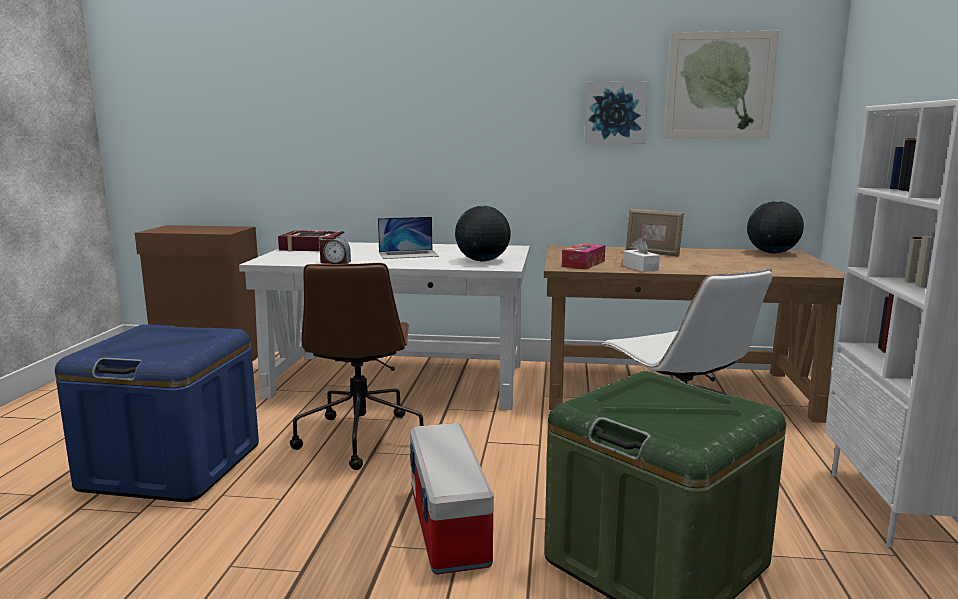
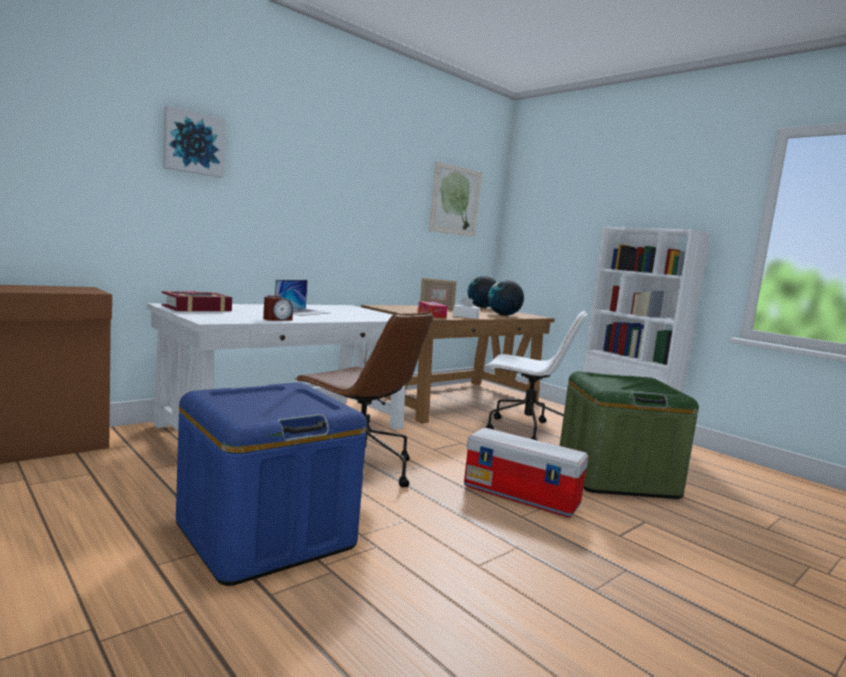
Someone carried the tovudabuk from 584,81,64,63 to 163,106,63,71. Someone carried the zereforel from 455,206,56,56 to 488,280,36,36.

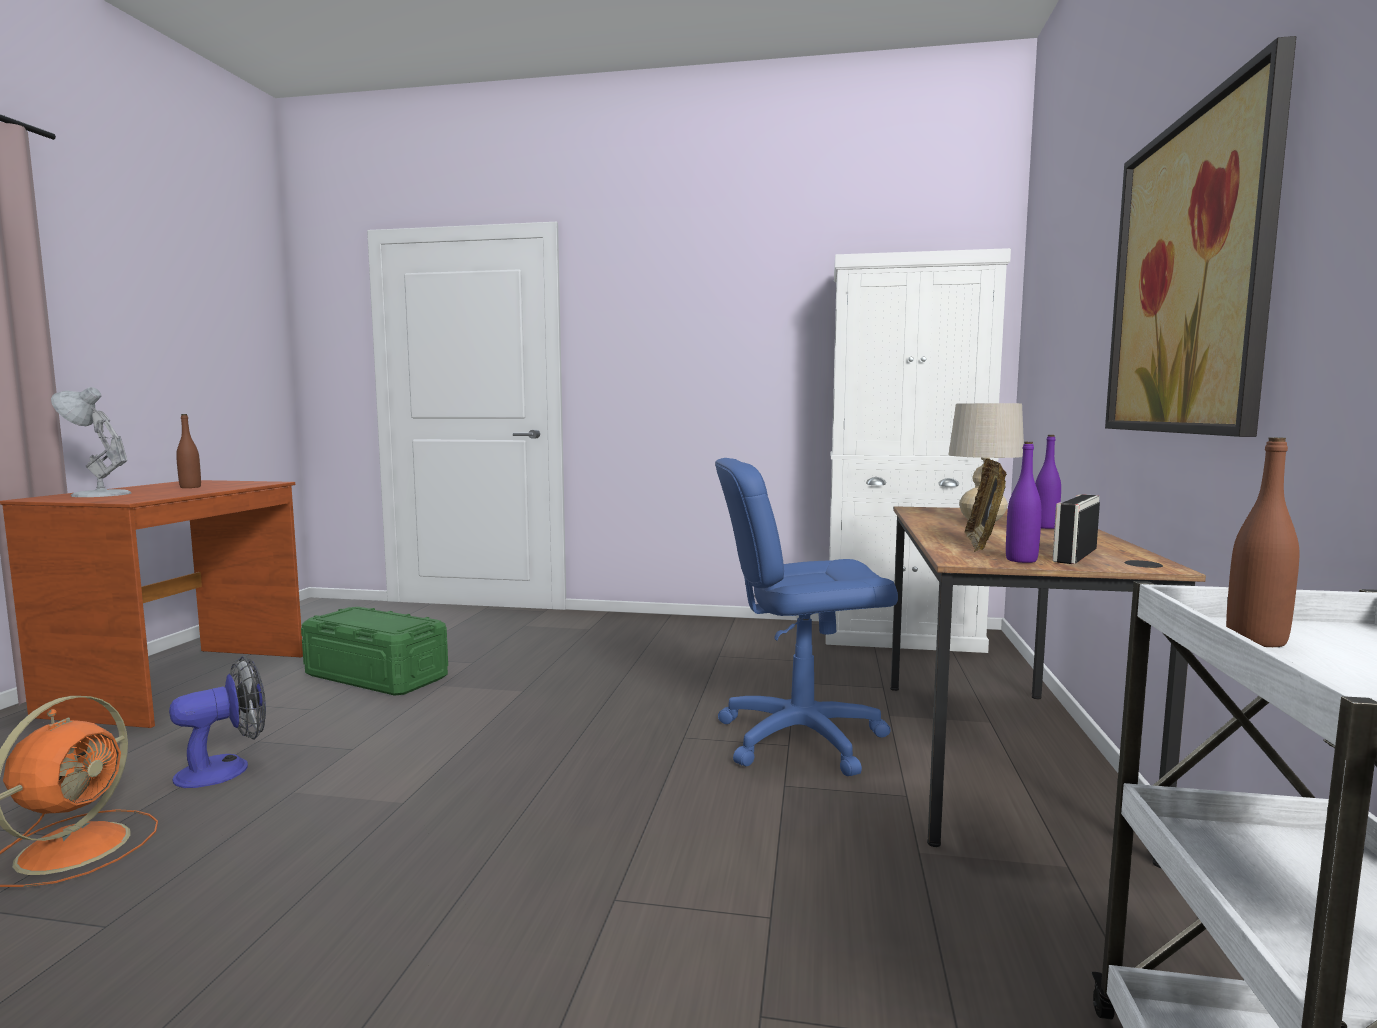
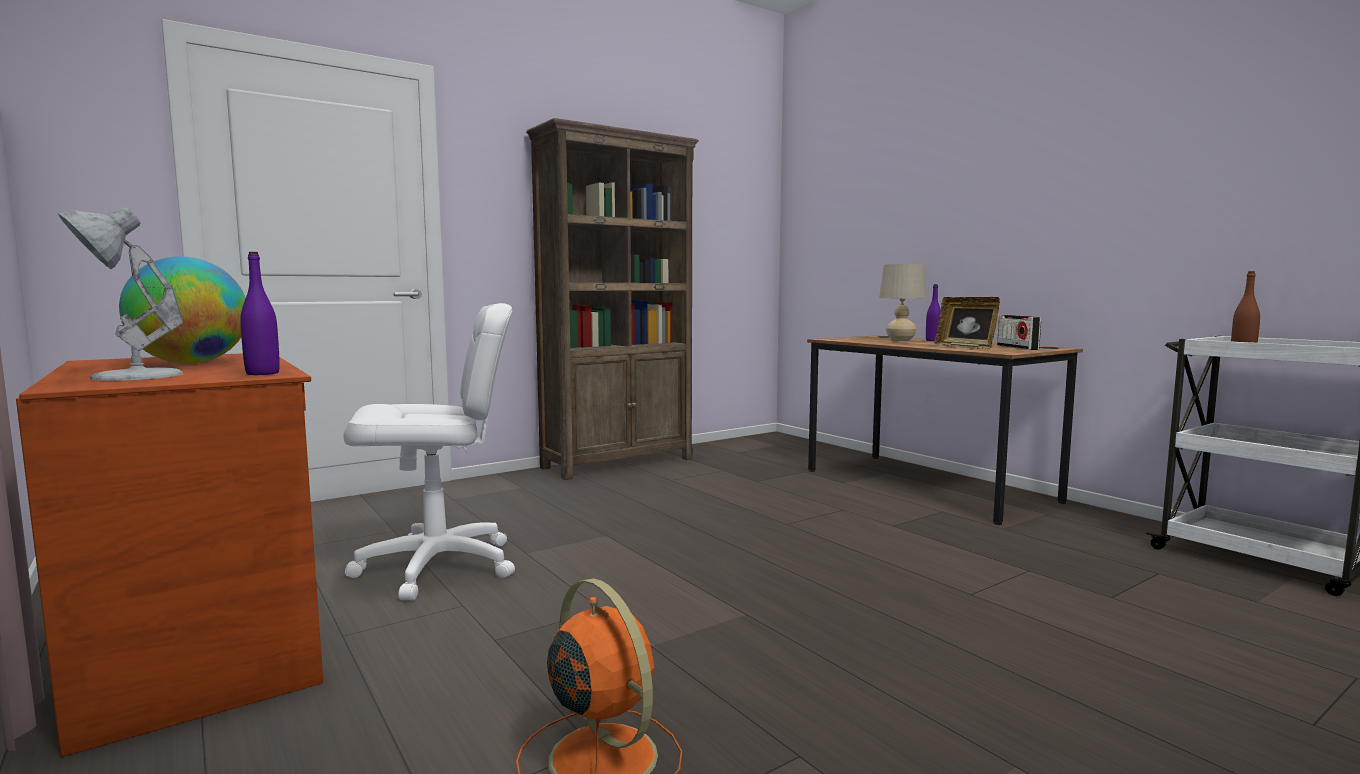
Someone swapped the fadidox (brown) at 176,414,25,74 for the zereforel at 119,256,127,108. Someone carried the fadidox (purple) from 1006,442,36,121 to 240,252,40,123. Someone swapped the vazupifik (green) at 301,607,147,89 for the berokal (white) at 344,303,171,297. Someone put down the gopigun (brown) at 526,118,173,362. Someone took away the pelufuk at 169,656,97,132. Someone took away the berokal (blue) at 715,458,183,318. Someone took away the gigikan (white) at 826,248,185,405. Someone took away the tovudabuk at 1105,36,191,401.

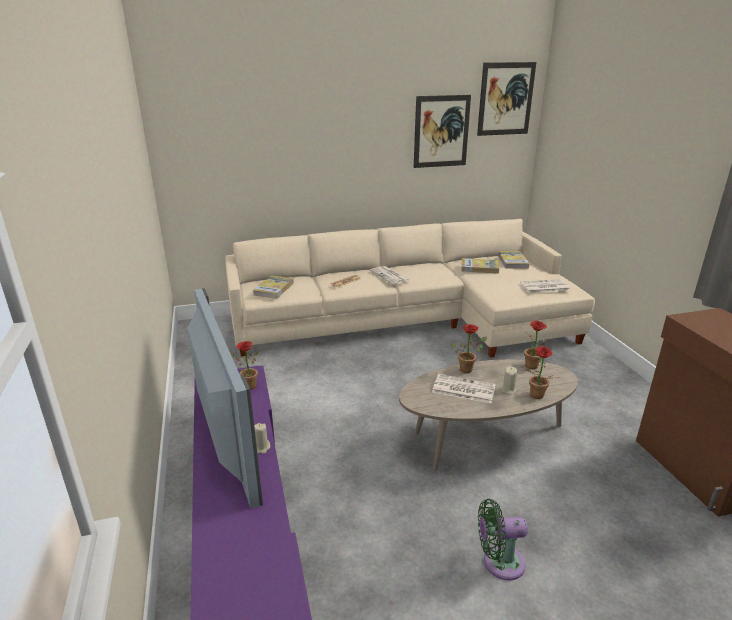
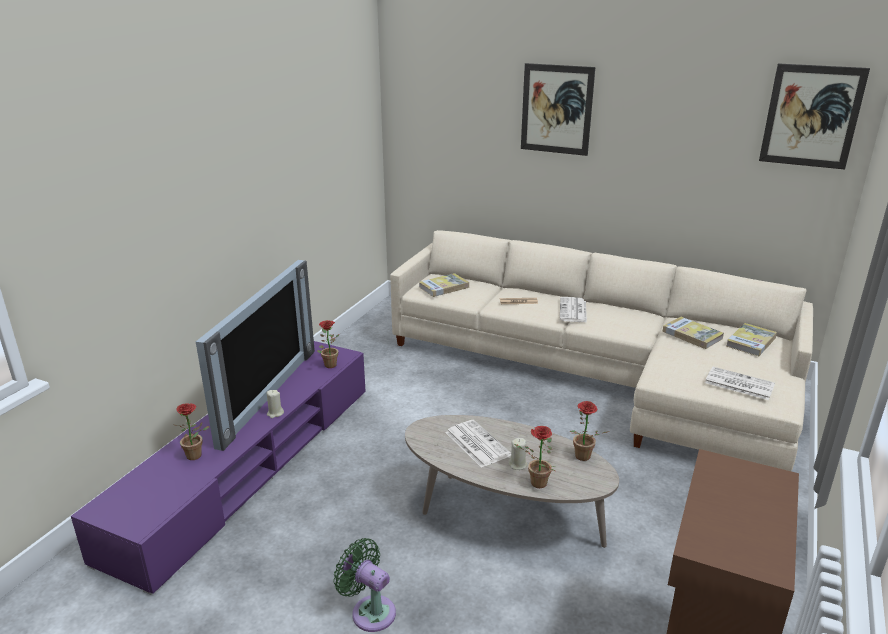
Someone carried the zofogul from 450,324,37,49 to 176,403,33,57. Someone carried the tovudabuk from 414,95,57,73 to 521,63,74,93.

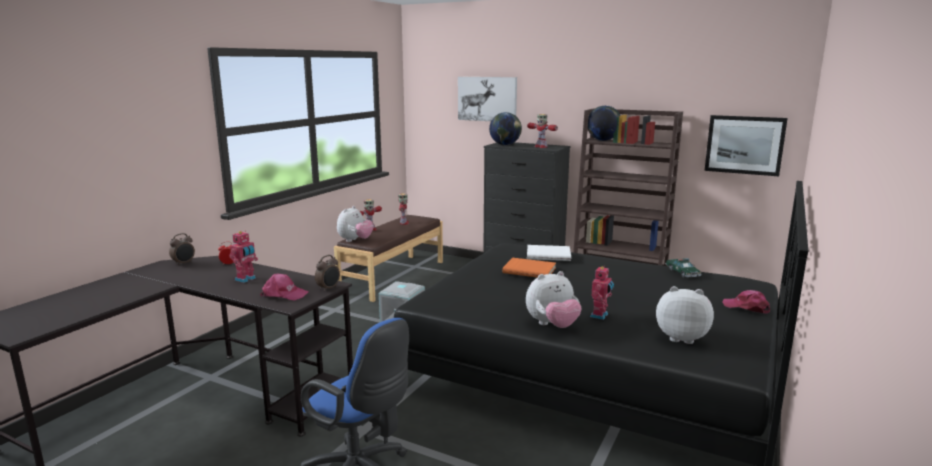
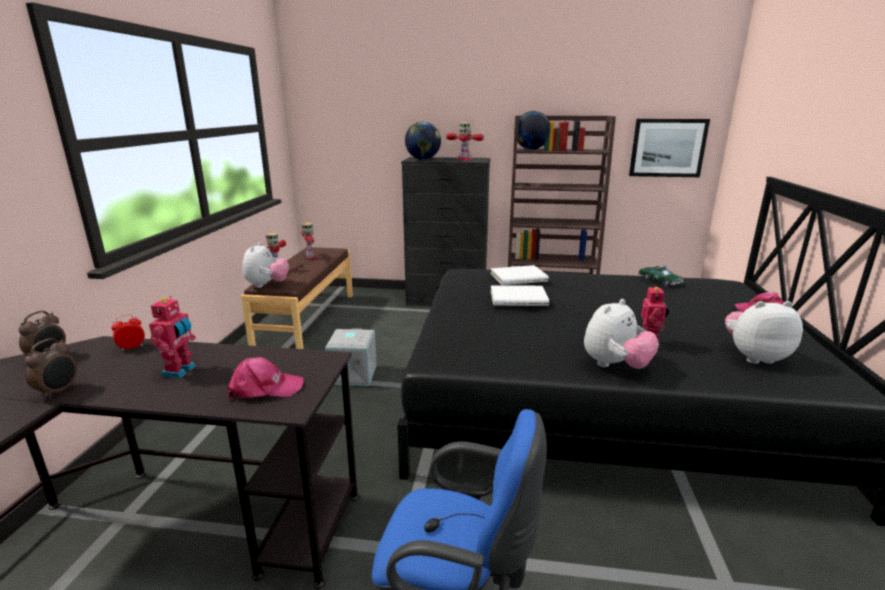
Someone carried the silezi from 315,255,25,37 to 25,338,52,61. Someone repainted the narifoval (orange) at 502,258,54,19, which became the narifoval (white) at 491,285,58,21. Someone took away the tovudabuk at 458,77,59,44.

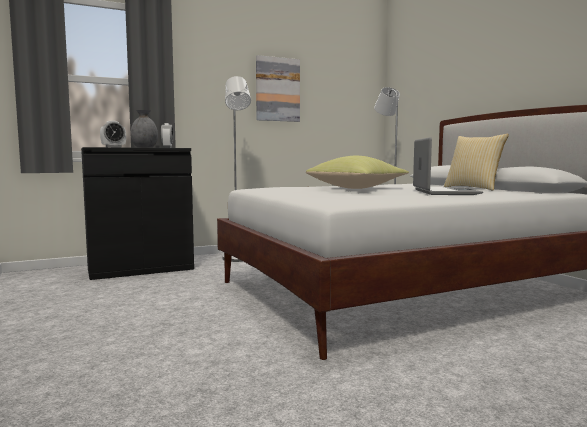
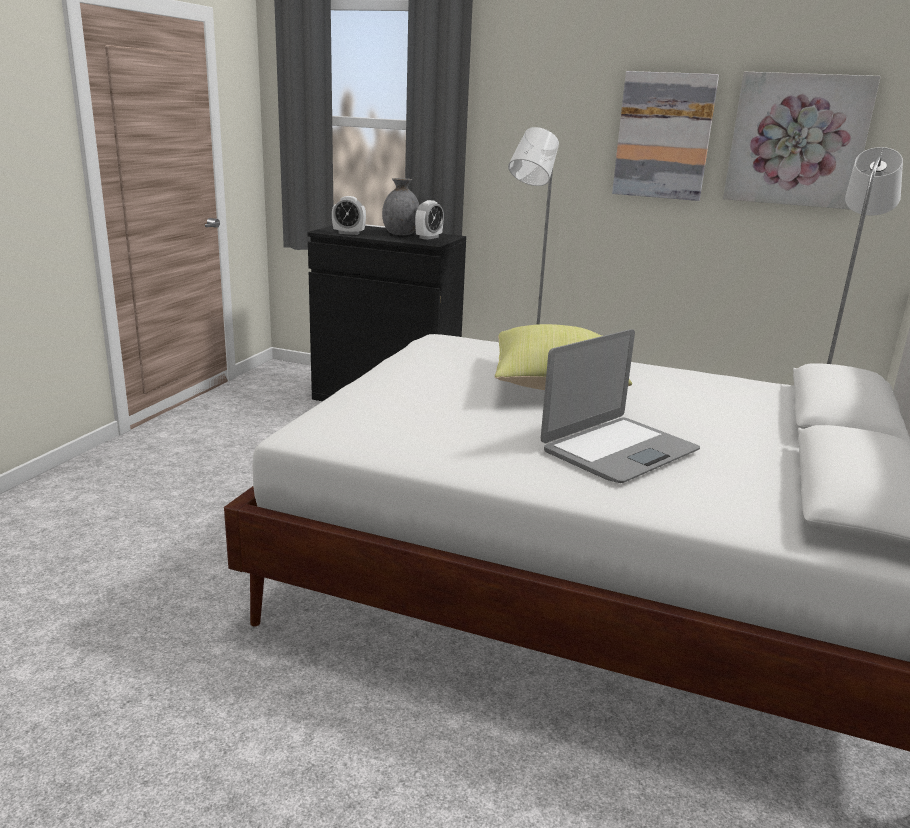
Someone put up the tovudabuk at 723,72,158,138. Someone took away the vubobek at 444,134,65,57.

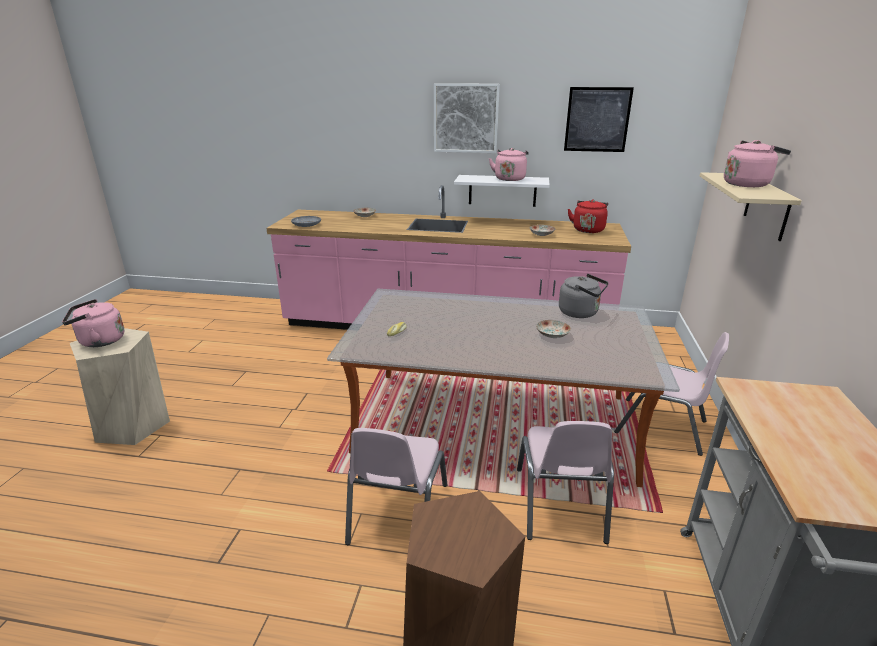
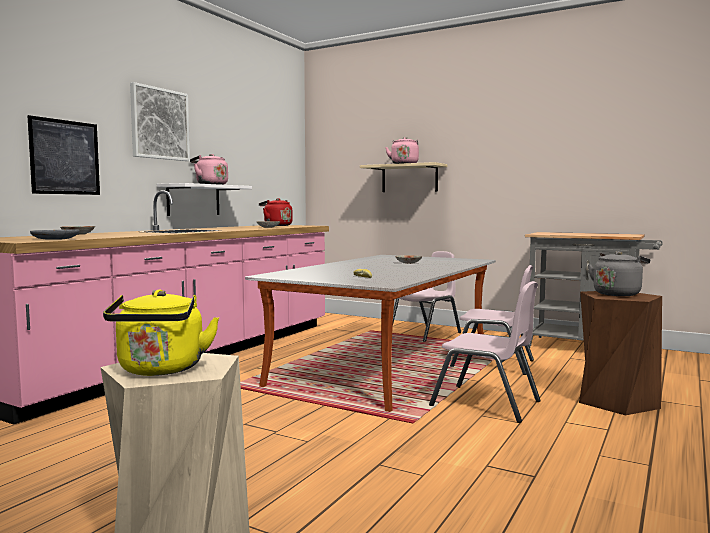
Someone carried the tovudabuk from 564,87,70,65 to 27,115,73,80. Someone repainted the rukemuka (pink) at 62,299,62,48, which became the rukemuka (yellow) at 103,290,117,86. Someone carried the rukemuka (grey) from 559,274,50,44 to 587,251,63,45.

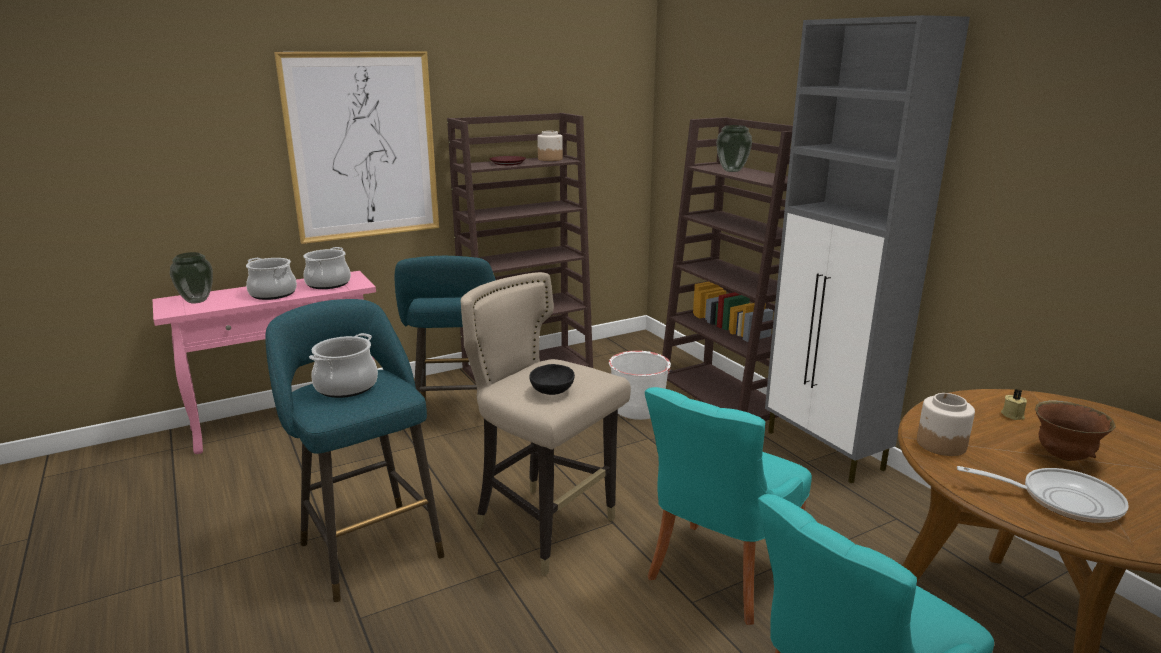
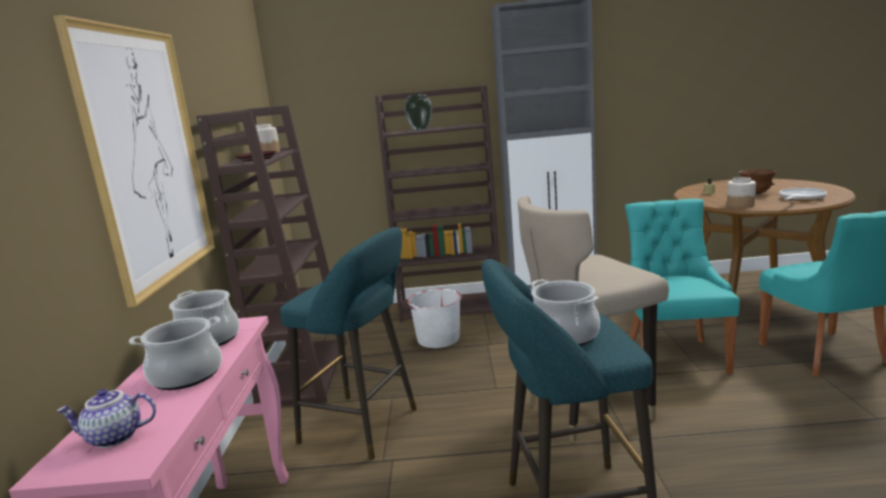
Someone swapped the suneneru at 170,252,43,52 for the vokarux at 57,389,99,59. Someone rotated the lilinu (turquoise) at 645,387,167,238 by 150 degrees counterclockwise. Someone took away the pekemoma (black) at 530,364,45,31.

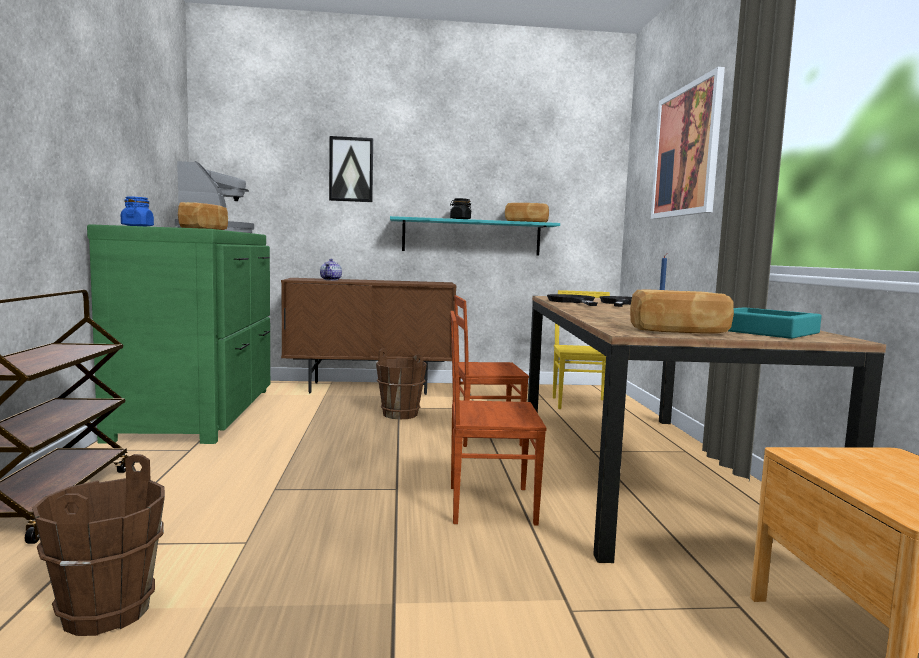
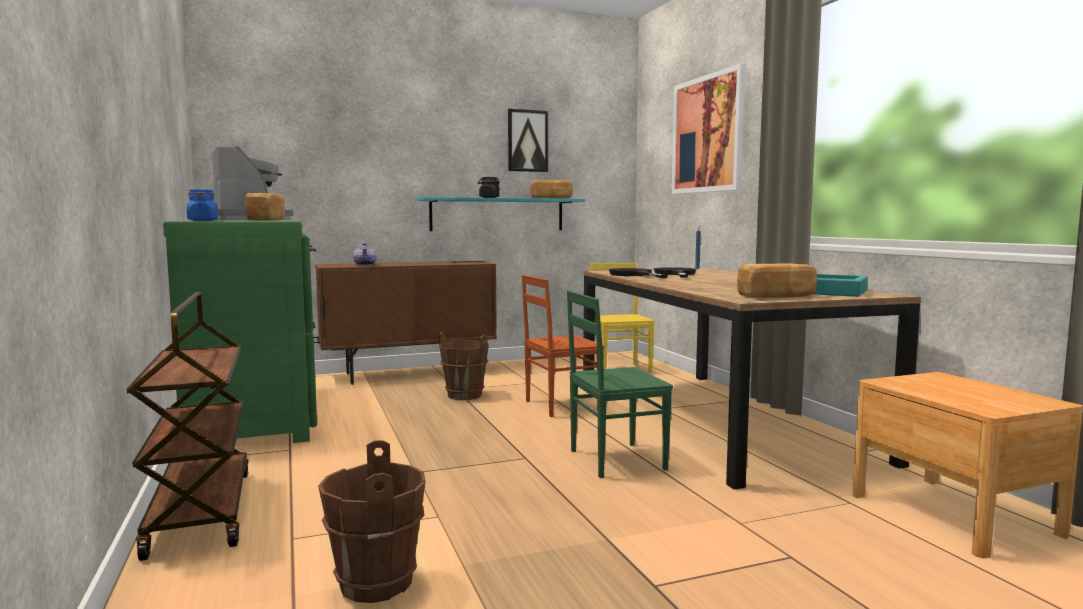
Someone carried the tovudabuk from 329,136,44,66 to 508,109,40,63. Someone repainted the lilinu (brown) at 450,311,97,214, which became the lilinu (green) at 567,290,106,188.

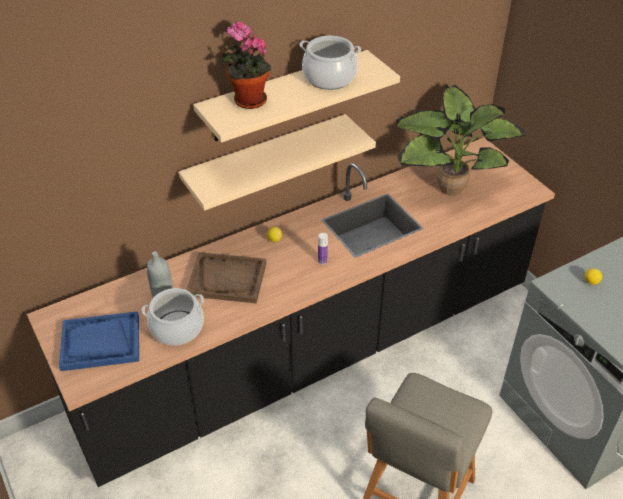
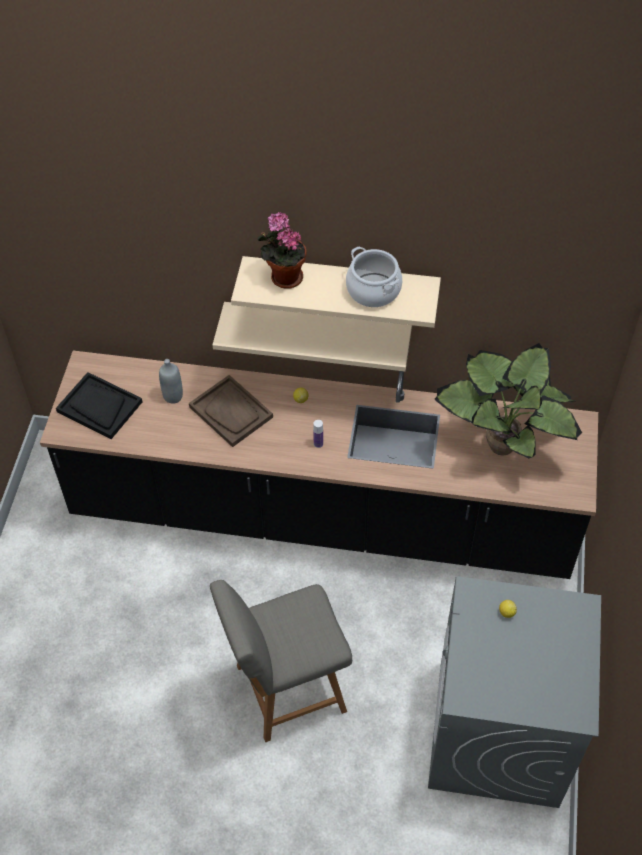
Someone repainted the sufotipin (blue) at 59,311,80,60, which became the sufotipin (black) at 56,372,86,67. Someone took away the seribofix at 142,288,62,58.

